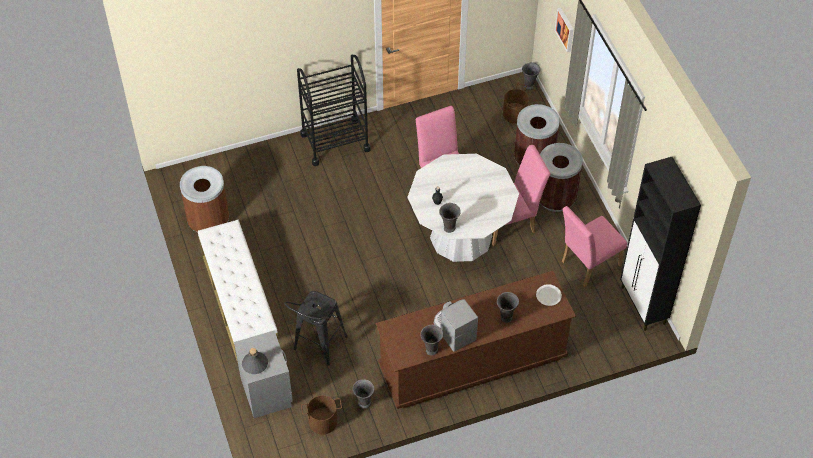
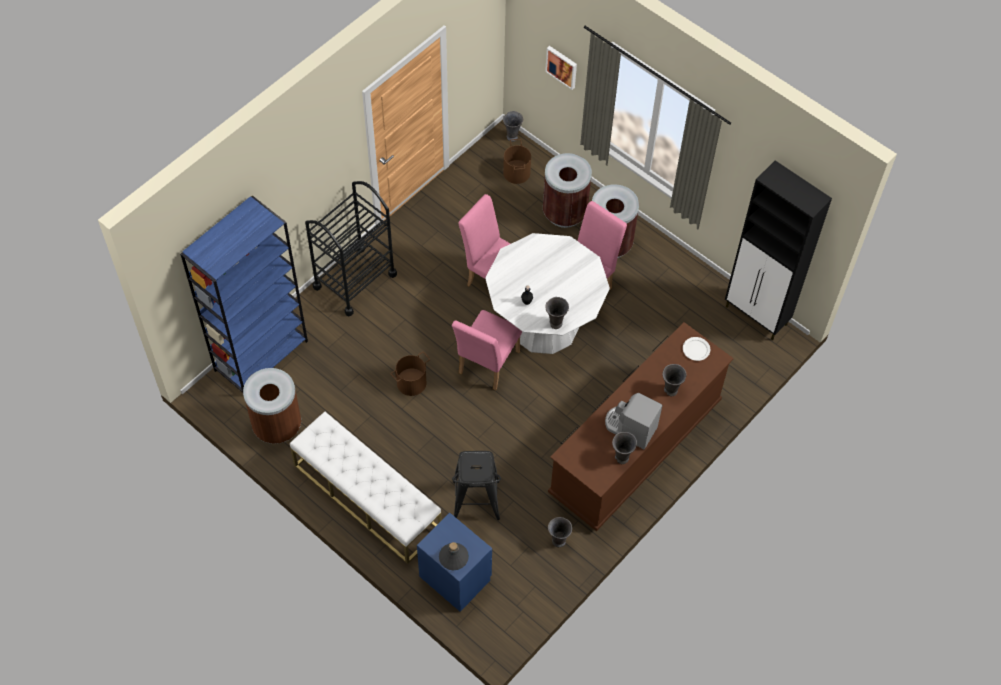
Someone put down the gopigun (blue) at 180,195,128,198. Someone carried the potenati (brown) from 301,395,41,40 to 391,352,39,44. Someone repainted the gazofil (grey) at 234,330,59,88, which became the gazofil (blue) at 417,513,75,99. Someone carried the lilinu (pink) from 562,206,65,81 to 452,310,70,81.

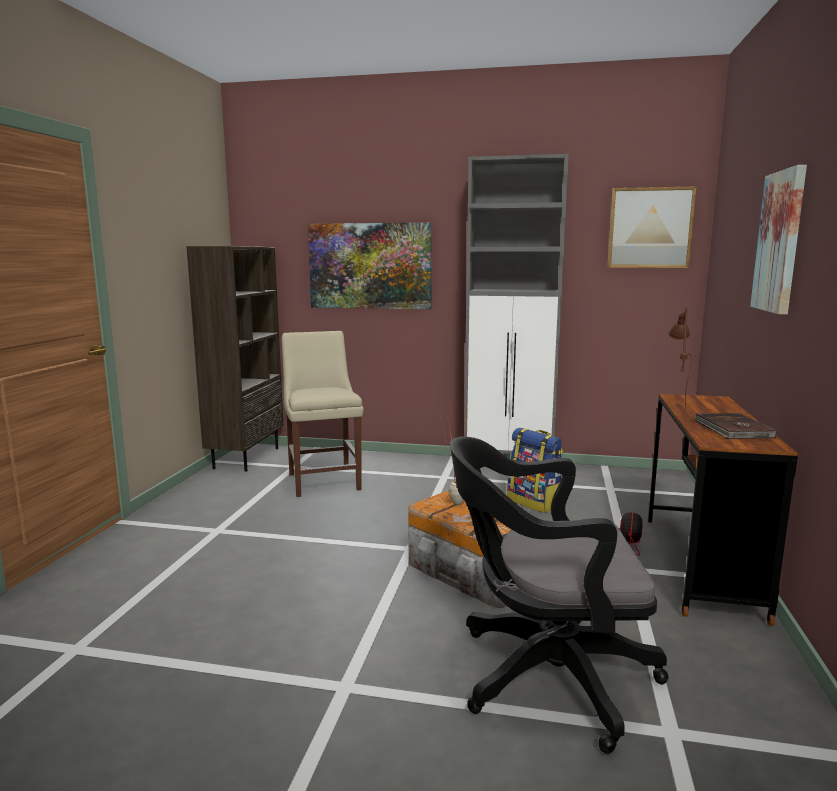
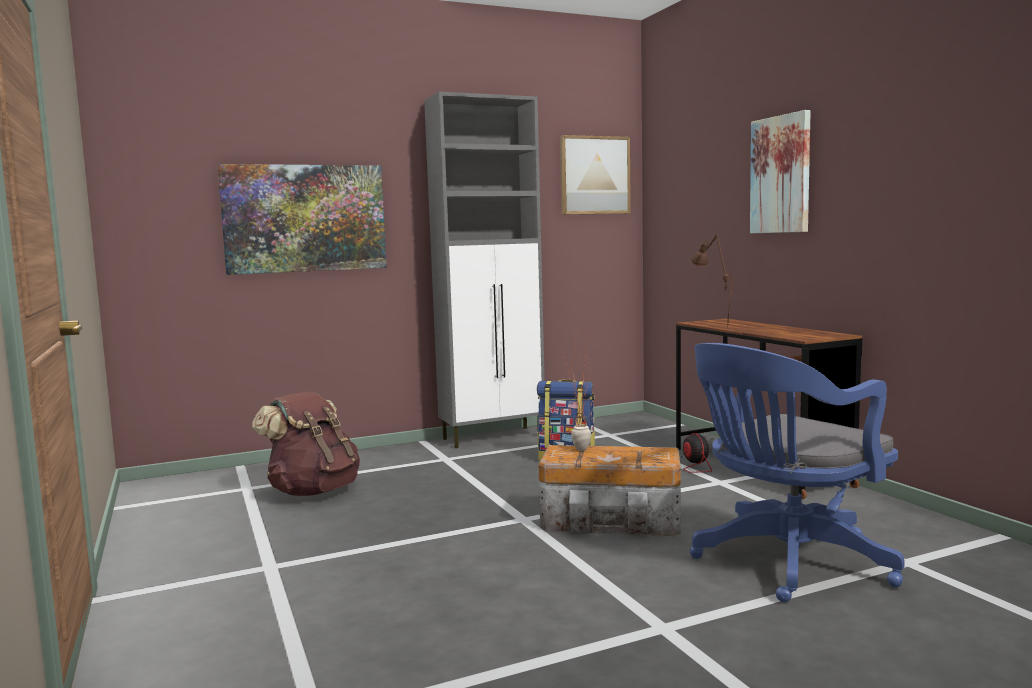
Someone swapped the lilinu (beige) at 282,331,82,166 for the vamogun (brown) at 252,392,108,104. Someone repainted the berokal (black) at 450,436,219,318, which became the berokal (blue) at 690,343,215,259. Someone took away the gopigun (brown) at 186,246,98,226. Someone took away the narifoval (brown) at 695,413,82,26.

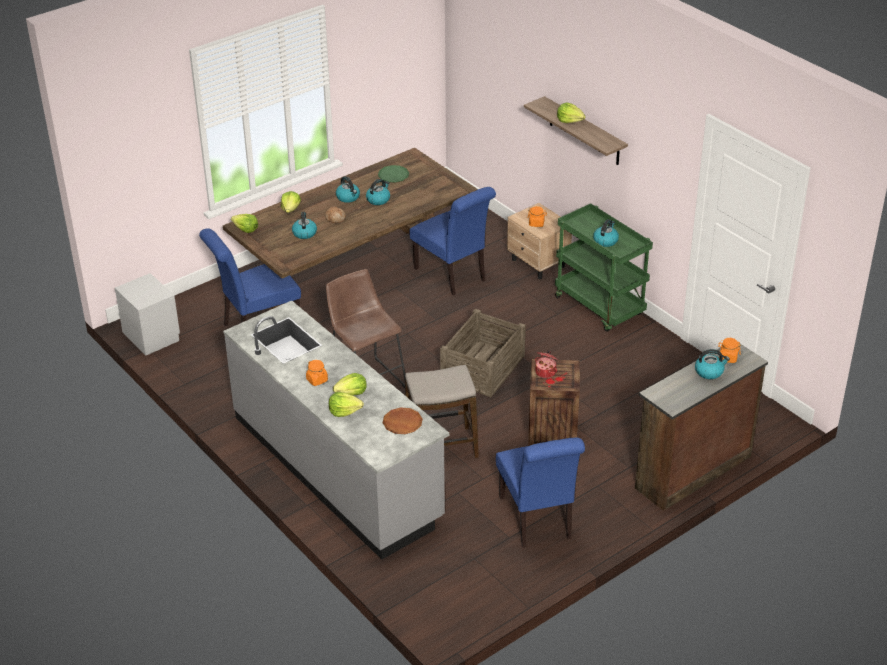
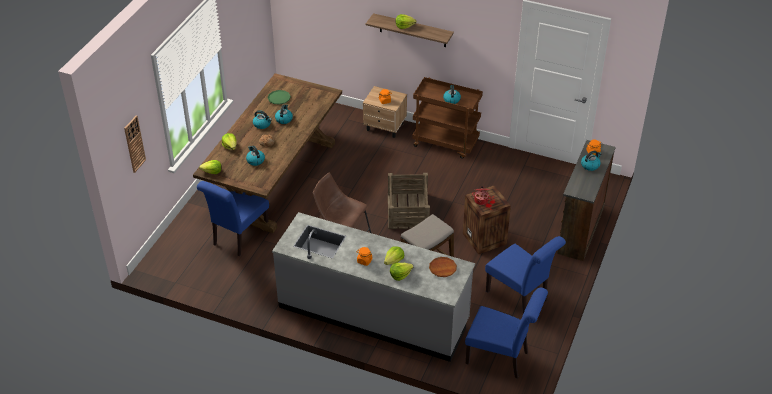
Someone put up the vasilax at 124,115,22,58. Someone repainted the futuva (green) at 555,203,98,129, which became the futuva (brown) at 412,77,71,82. Someone carried the lilinu (blue) from 409,187,87,109 to 465,288,83,91. Someone took away the gazofil (grey) at 115,273,65,82.

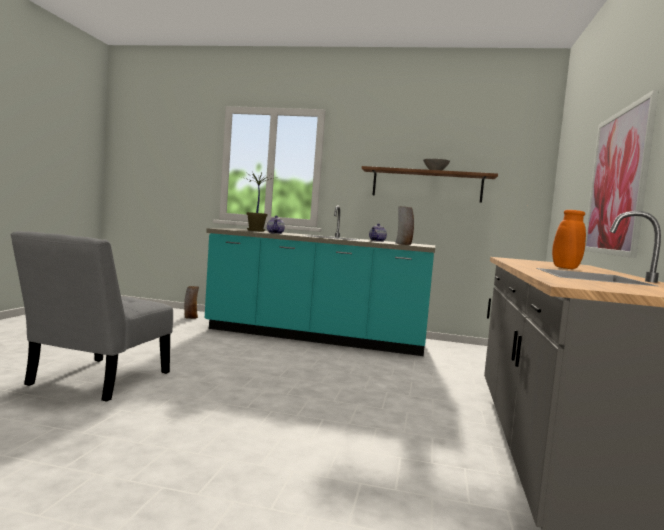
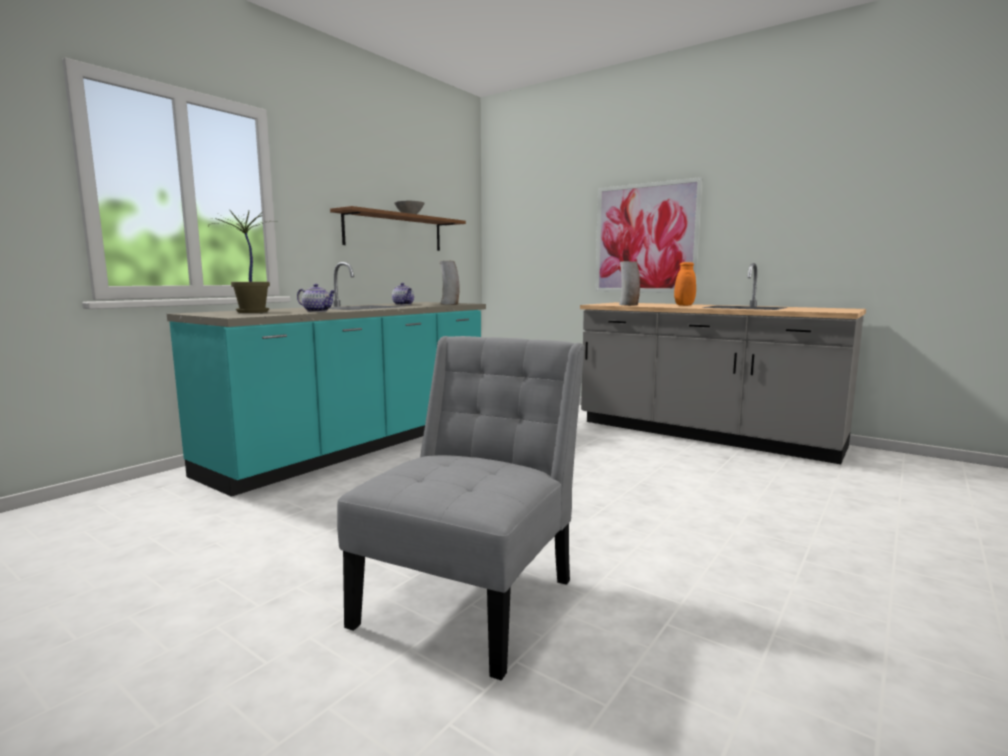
Someone rotated the lilinu (grey) at 11,231,162,171 by 105 degrees counterclockwise. Someone carried the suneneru from 184,286,15,33 to 619,261,21,45.

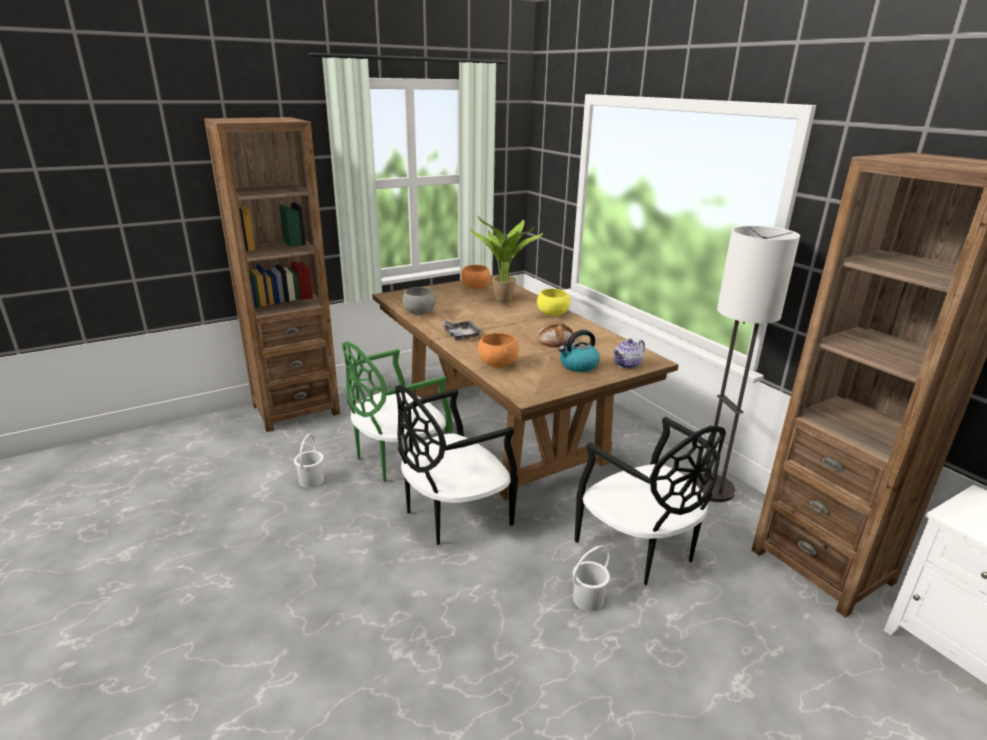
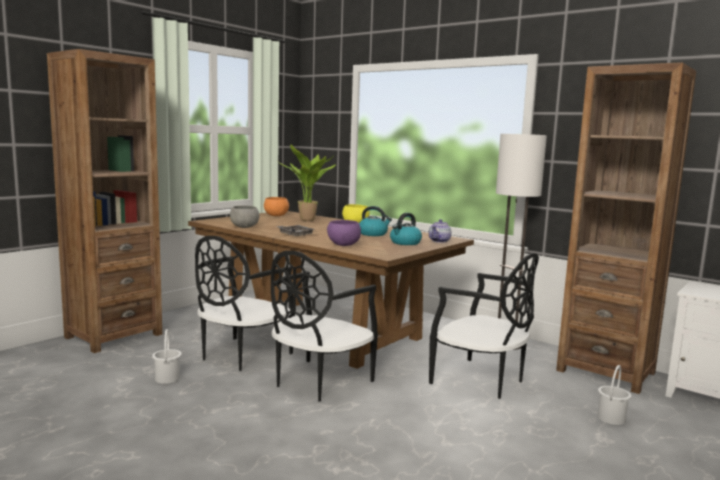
Someone repainted the lilinu (green) at 342,341,111,141, which became the lilinu (black) at 195,236,100,135. Someone repainted the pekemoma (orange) at 478,333,41,35, which became the pekemoma (purple) at 327,220,34,26. Someone swapped the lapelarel at 537,323,38,25 for the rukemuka at 359,206,33,30. Someone carried the potenati (white) from 573,545,37,66 to 597,365,34,60.

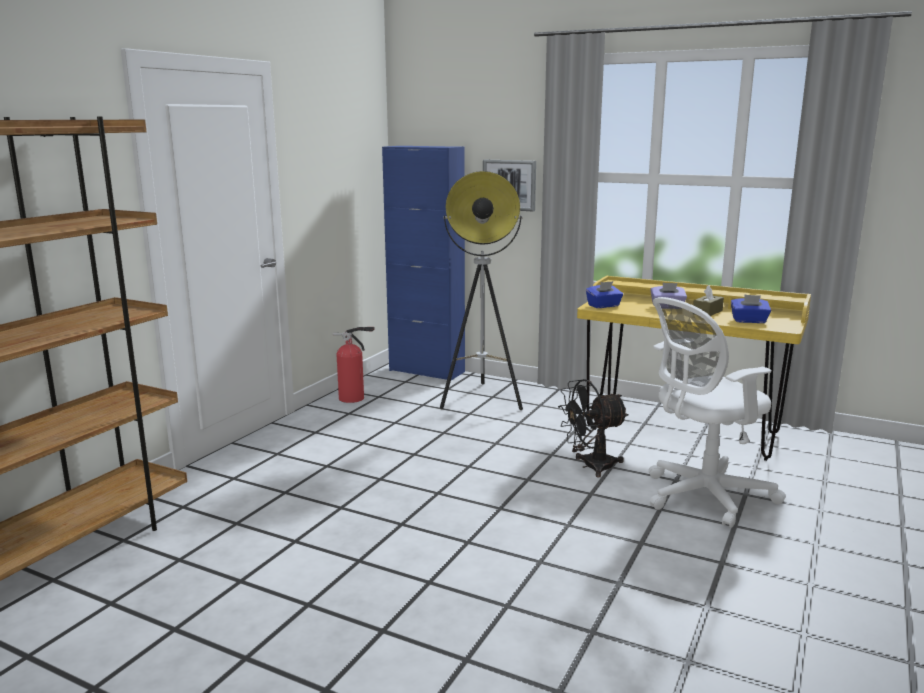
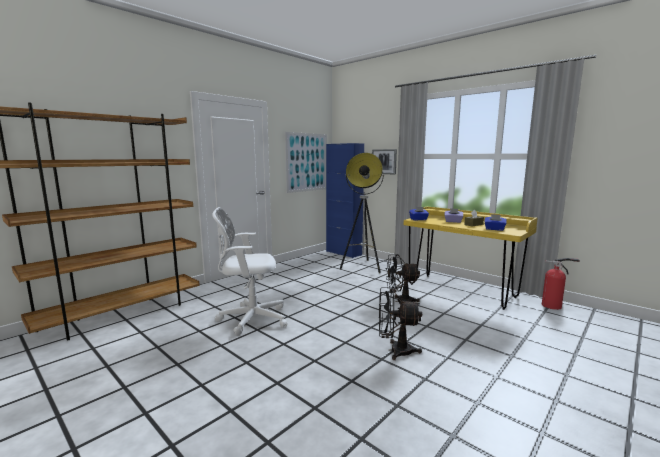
Someone carried the berokal (white) from 648,297,138,231 to 212,207,75,128. Someone put up the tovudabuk at 285,132,42,61. Someone put down the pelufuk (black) at 379,287,43,73. Someone carried the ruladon from 333,327,42,76 to 542,258,38,52.

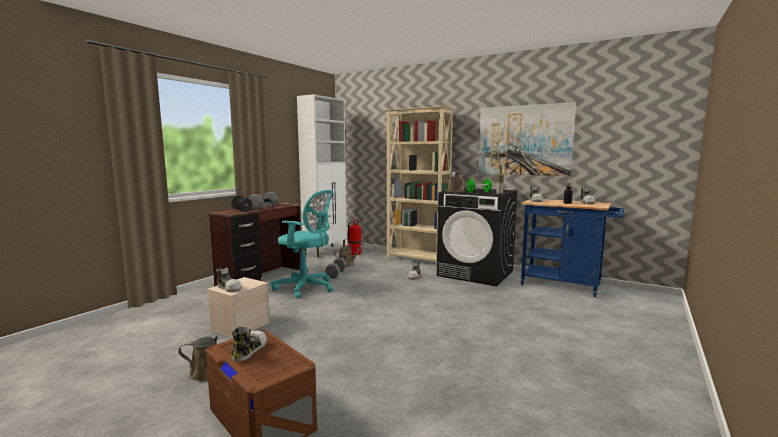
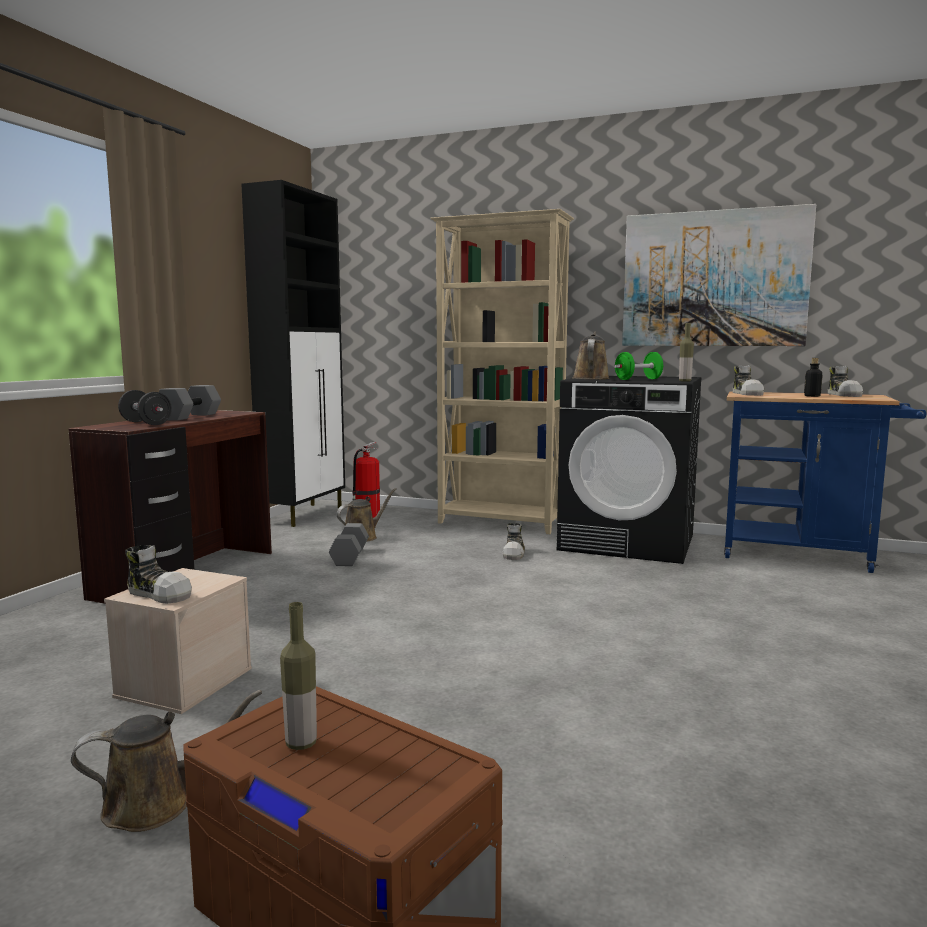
Someone repainted the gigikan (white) at 297,94,50,164, which became the gigikan (black) at 241,180,104,347. Someone swapped the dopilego at 231,326,36,36 for the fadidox at 280,602,37,148. Someone took away the berokal (turquoise) at 271,190,63,109.

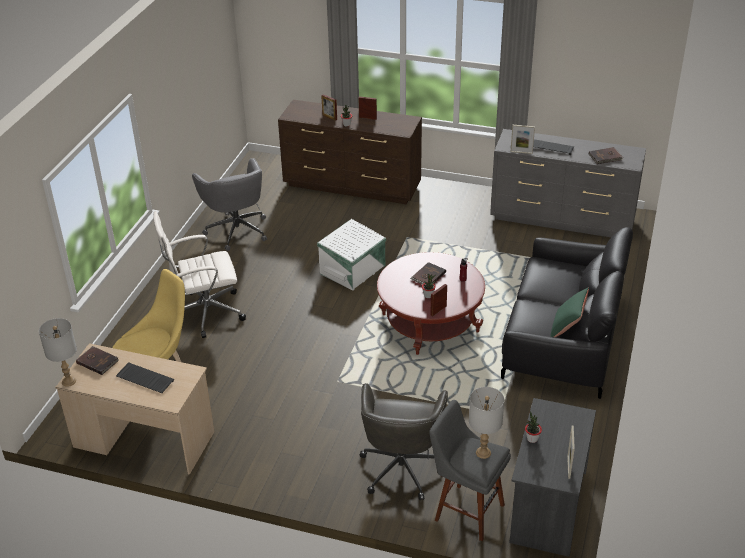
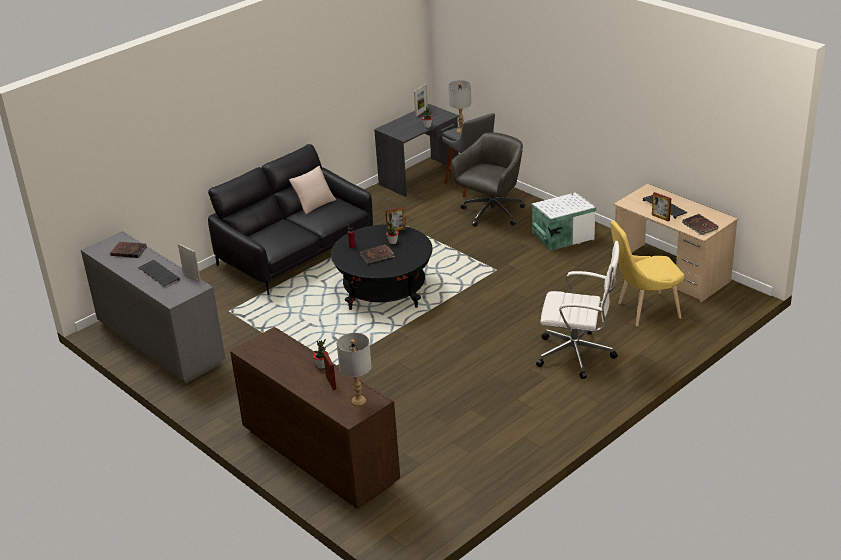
Someone repainted the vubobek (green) at 550,287,39,50, which became the vubobek (beige) at 289,166,47,48. Someone repainted the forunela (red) at 377,252,108,103, which became the forunela (black) at 331,224,102,86. Someone carried the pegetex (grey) from 39,318,38,69 to 337,333,35,73. Someone carried the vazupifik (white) from 317,219,69,71 to 531,192,65,59. Someone carried the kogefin from 358,96,19,24 to 652,192,19,30. Someone took away the berokal (grey) at 192,158,75,93.

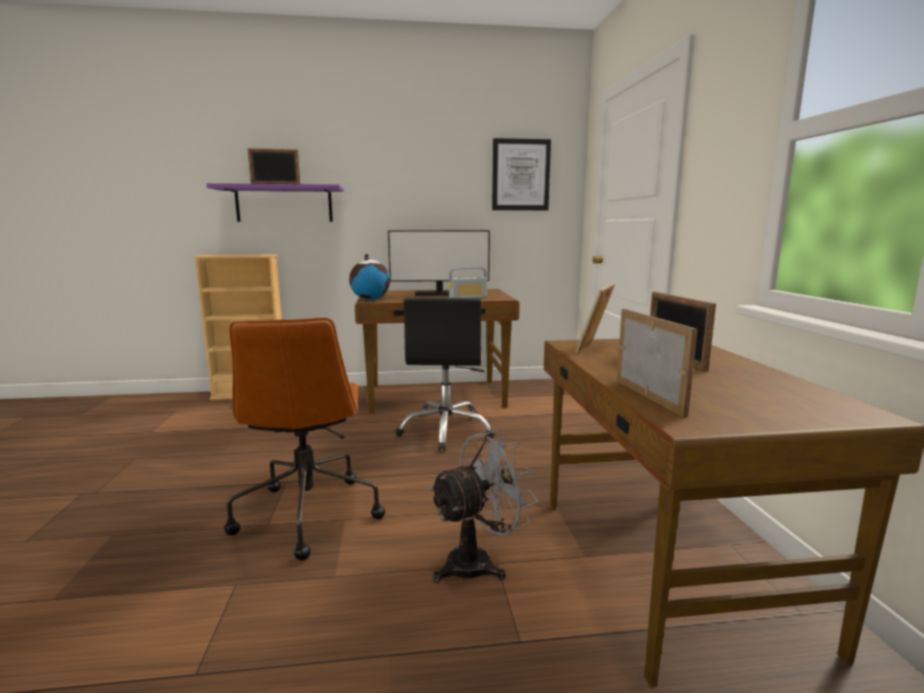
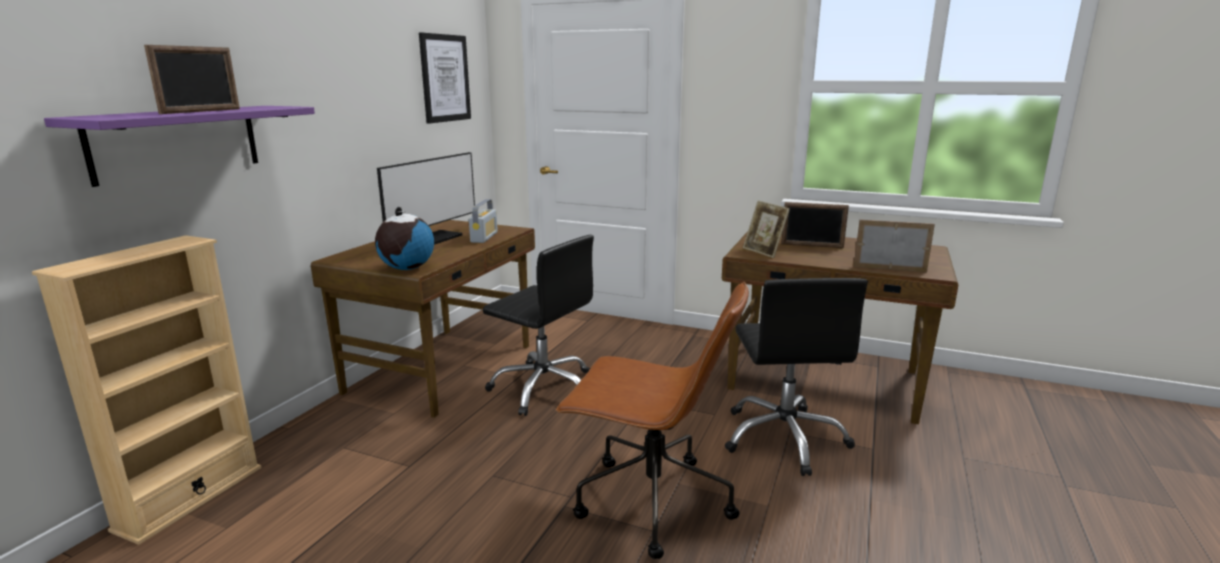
Someone swapped the pelufuk (grey) at 429,430,109,153 for the berokal (black) at 725,278,143,198.

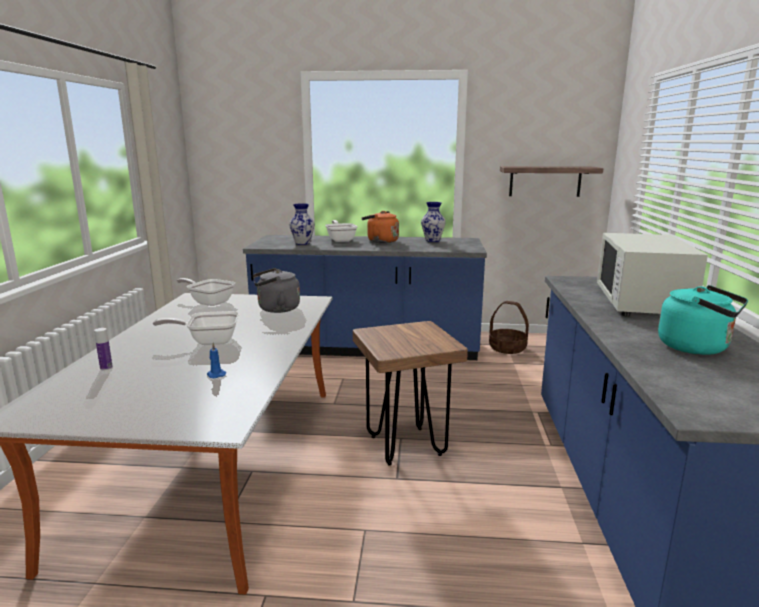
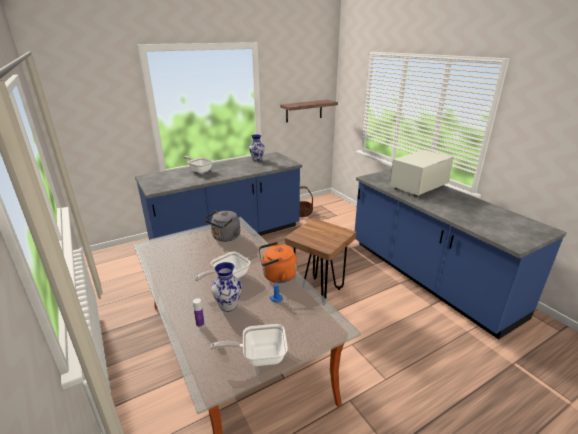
Someone carried the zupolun from 177,278,58,28 to 210,324,78,42. Someone carried the suneneru from 289,203,25,42 to 211,262,31,50. Someone carried the rukemuka (orange) from 362,211,37,32 to 259,242,38,41. Someone rotated the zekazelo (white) at 597,233,111,84 by 75 degrees clockwise. Someone took away the rukemuka (turquoise) at 658,285,90,70.

